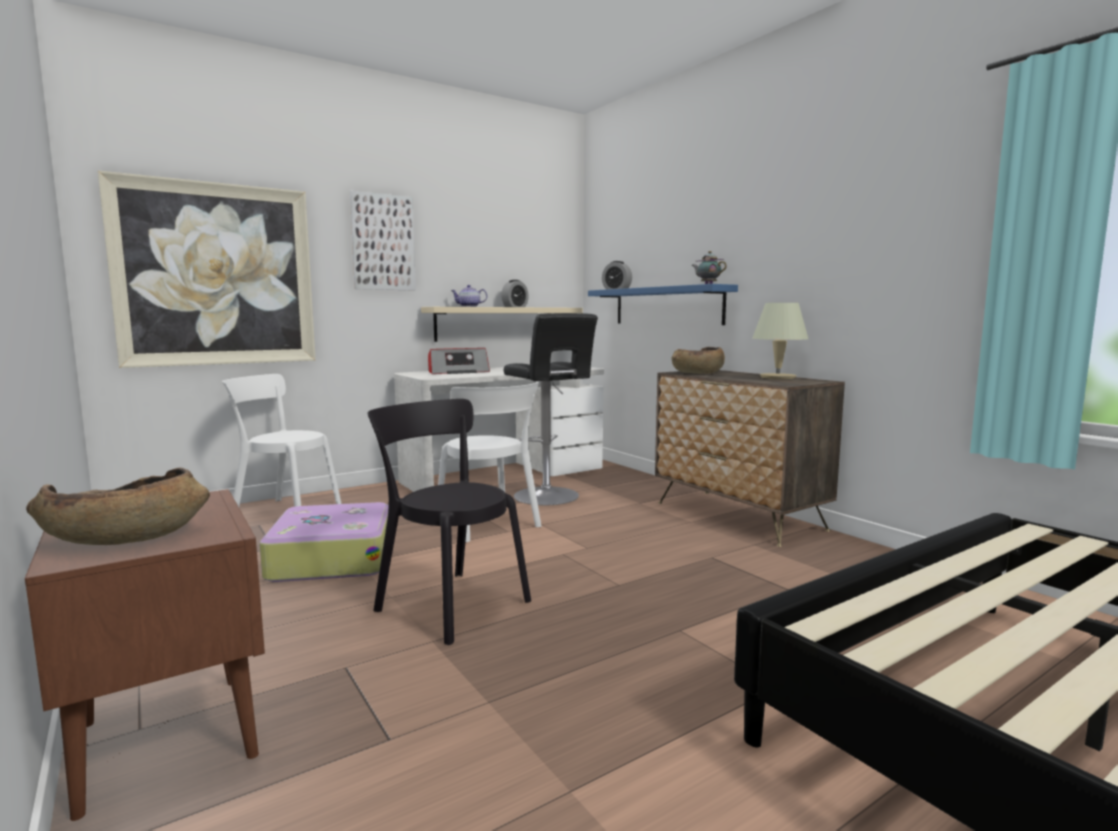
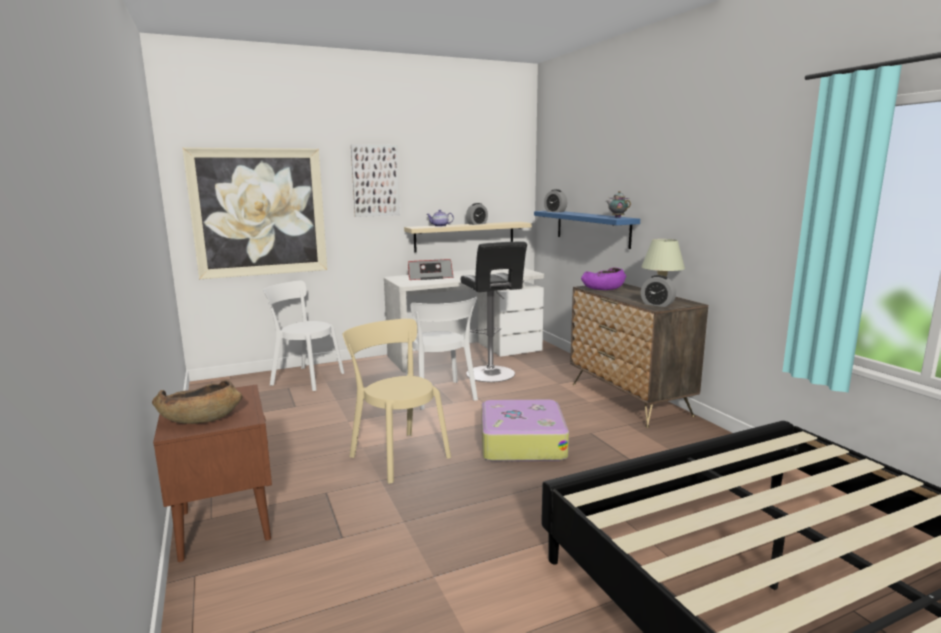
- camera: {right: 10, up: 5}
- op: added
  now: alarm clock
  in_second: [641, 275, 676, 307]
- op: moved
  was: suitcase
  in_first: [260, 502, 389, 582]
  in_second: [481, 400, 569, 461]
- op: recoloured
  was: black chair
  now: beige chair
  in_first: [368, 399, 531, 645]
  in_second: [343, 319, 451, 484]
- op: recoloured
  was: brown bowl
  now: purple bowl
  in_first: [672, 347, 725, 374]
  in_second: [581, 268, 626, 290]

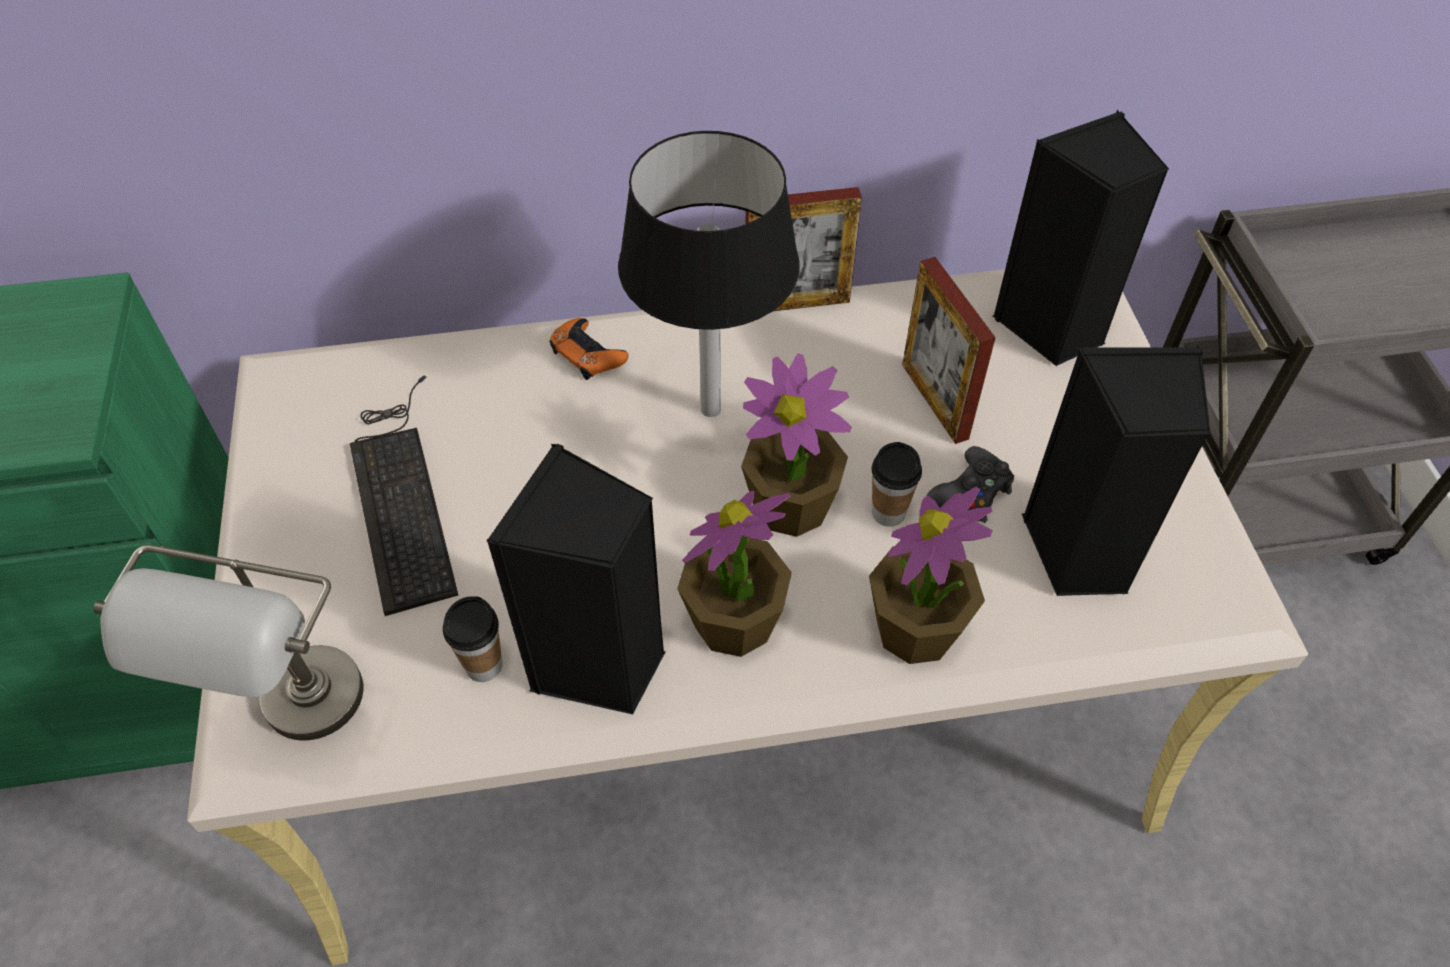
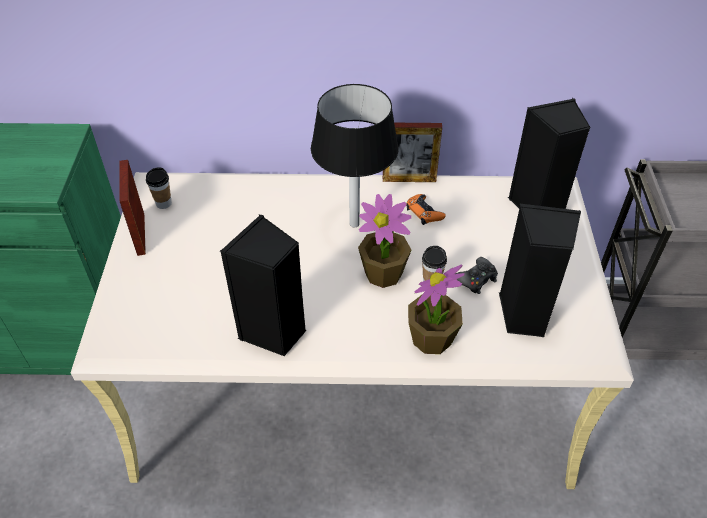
- camera: {right: 10, up: -5}
- op: removed
  was: grey table lamp
  in_first: [93, 544, 363, 741]
- op: removed
  was: keyboard
  in_first: [350, 375, 458, 616]
- op: removed
  was: potted plant
  in_first: [677, 490, 792, 657]
- op: moved
  was: cup
  in_first: [443, 596, 502, 682]
  in_second: [146, 167, 172, 209]
- op: moved
  was: orange game controller
  in_first: [549, 318, 628, 380]
  in_second: [406, 194, 446, 225]
- op: moved
  was: picture frame
  in_first: [902, 257, 996, 444]
  in_second: [120, 160, 146, 256]

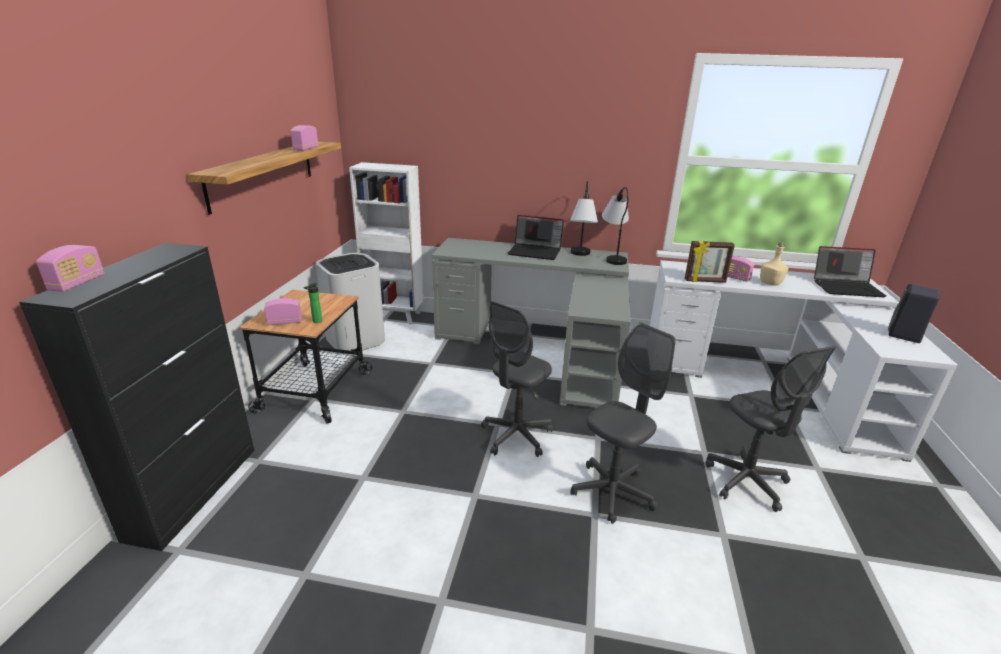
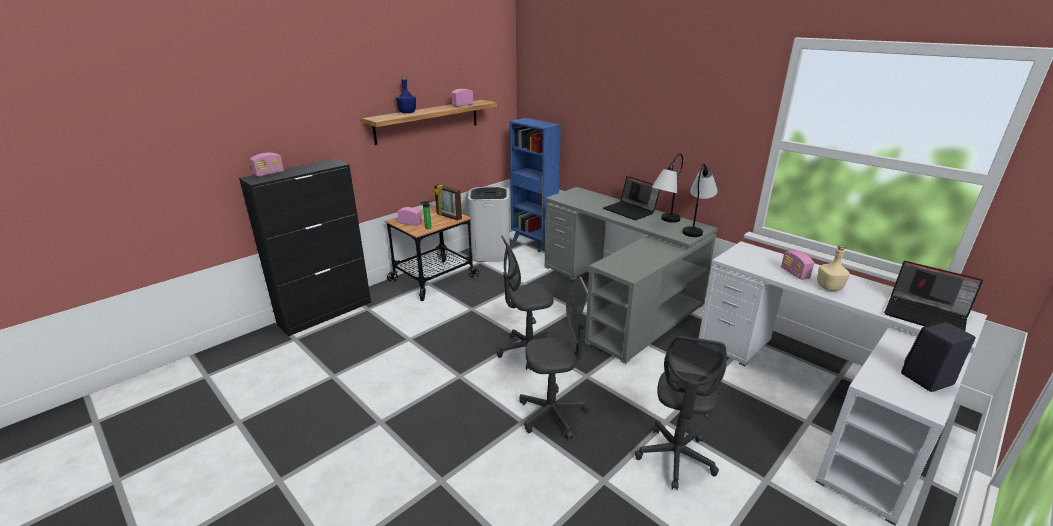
- camera: {right: 35, up: 0}
- op: added
  now: blue bottle
  in_second: [396, 77, 416, 113]
- op: moved
  was: picture frame
  in_first: [685, 241, 735, 283]
  in_second: [434, 184, 462, 220]
- op: recoloured
  was: white bookcase
  now: blue bookcase
  in_first: [349, 162, 424, 325]
  in_second: [509, 118, 561, 252]

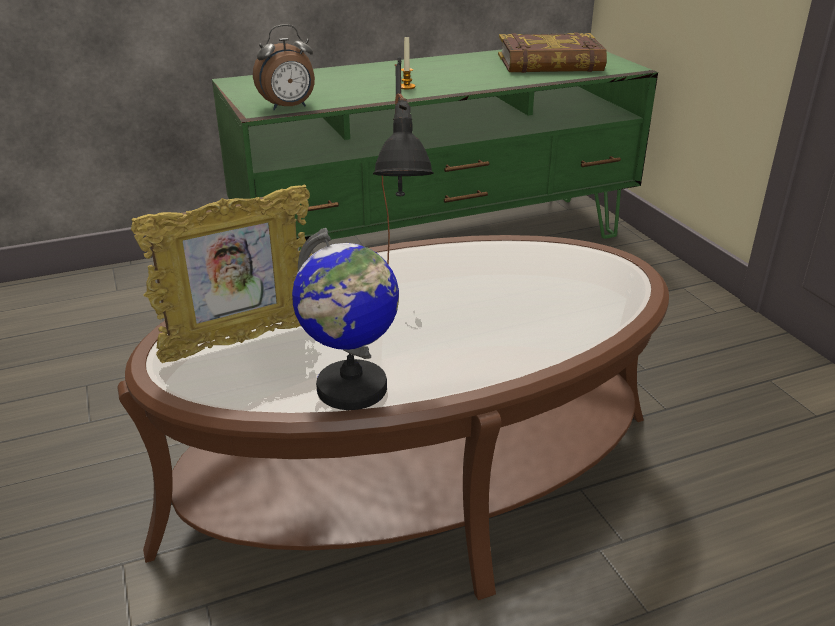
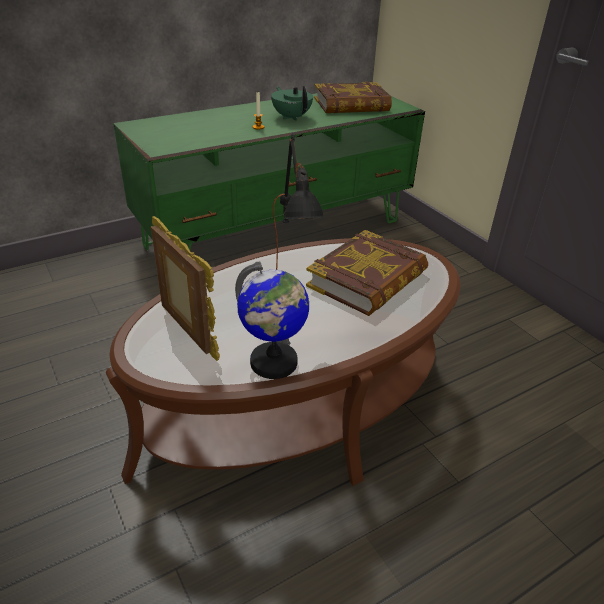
- camera: {right: -10, up: 5}
- op: removed
  was: alarm clock
  in_first: [253, 24, 315, 111]
- op: added
  now: green teapot
  in_second: [271, 86, 313, 121]
- op: added
  now: book
  in_second: [306, 230, 428, 316]
- op: turned
  was: picture frame
  in_first: [131, 185, 312, 363]
  in_second: [151, 216, 220, 361]
  clockwise: -90

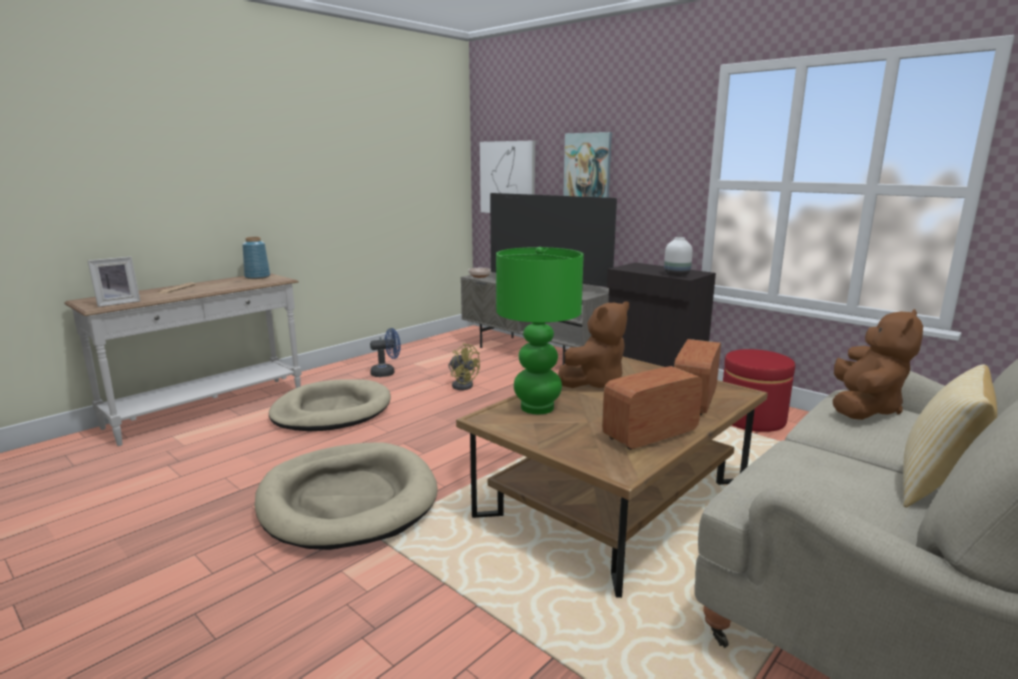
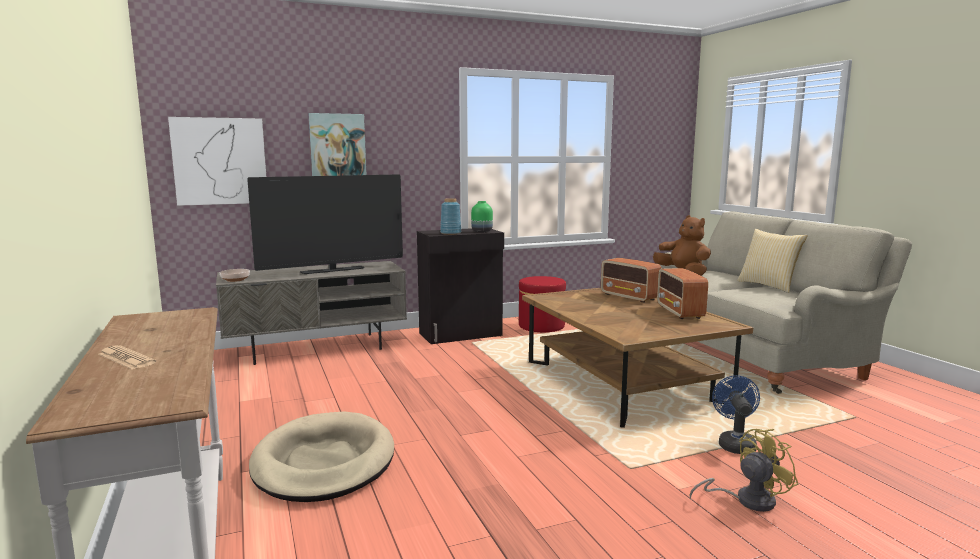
- camera: {right: -65, up: -5}
- op: removed
  was: picture frame
  in_first: [88, 257, 141, 307]
- op: removed
  was: beige dog bed
  in_first: [254, 442, 438, 550]
- op: removed
  was: green table lamp
  in_first: [496, 247, 584, 414]
- op: removed
  was: brown plush toy
  in_first: [558, 301, 629, 388]
- op: moved
  was: blue vase
  in_first: [242, 237, 270, 279]
  in_second: [440, 198, 461, 235]
- op: moved
  was: blue fan
  in_first: [370, 328, 401, 377]
  in_second: [712, 375, 760, 454]
- op: moved
  was: yellow fan
  in_first: [448, 343, 480, 390]
  in_second: [689, 429, 798, 512]
- op: recoloured
  was: white vase
  now: green vase
  in_first: [664, 237, 693, 276]
  in_second: [471, 201, 493, 232]

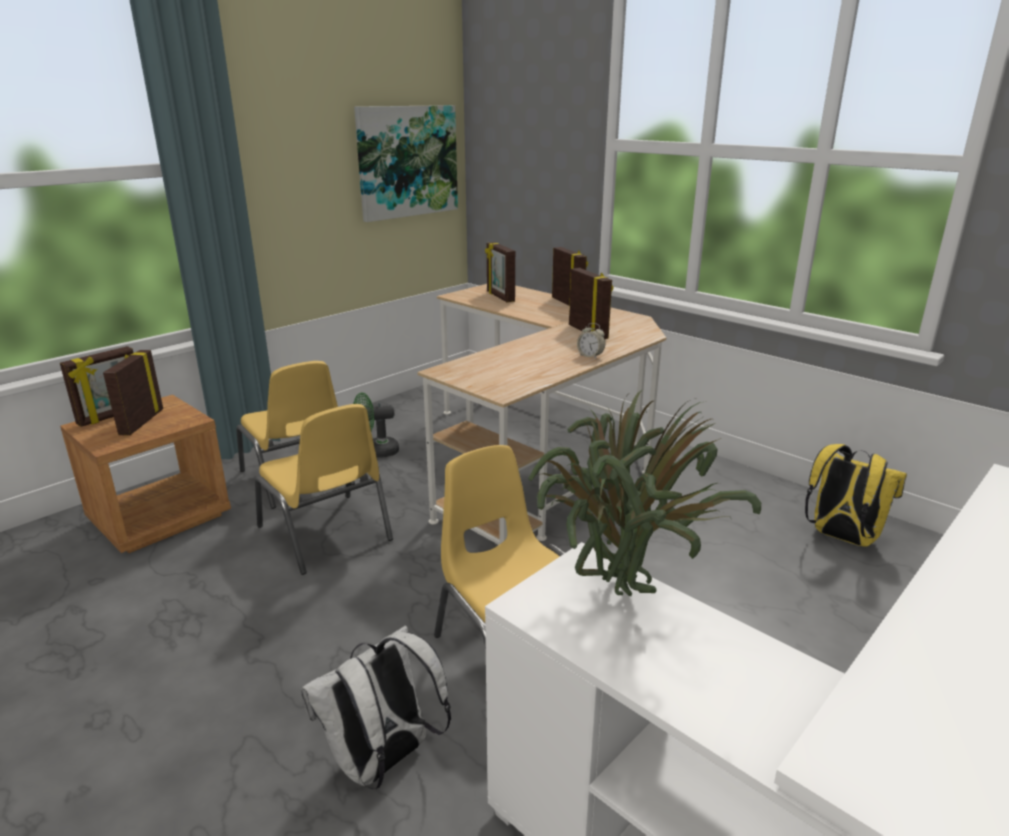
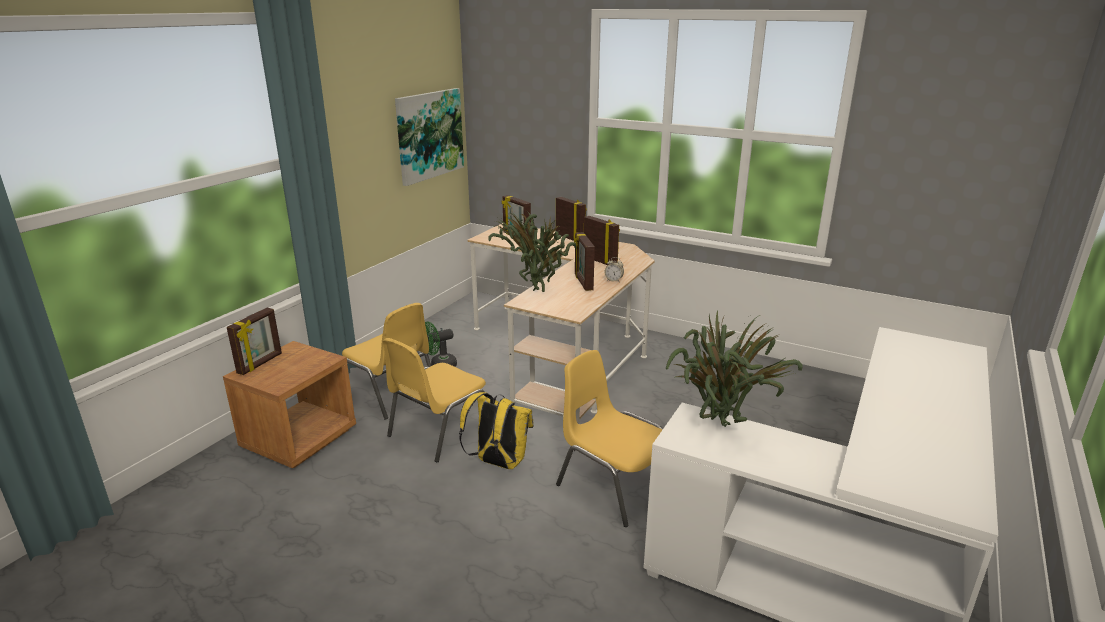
- camera: {right: -15, up: 0}
- op: removed
  was: white backpack
  in_first: [301, 626, 451, 789]
- op: added
  now: potted plant
  in_second: [489, 211, 577, 292]
- op: moved
  was: picture frame
  in_first: [103, 350, 163, 436]
  in_second: [574, 232, 595, 291]
- op: moved
  was: yellow backpack
  in_first: [805, 444, 907, 547]
  in_second: [459, 392, 534, 469]
- op: turned
  was: yellow chair
  in_first: [255, 404, 393, 575]
  in_second: [383, 338, 486, 462]
  clockwise: 90

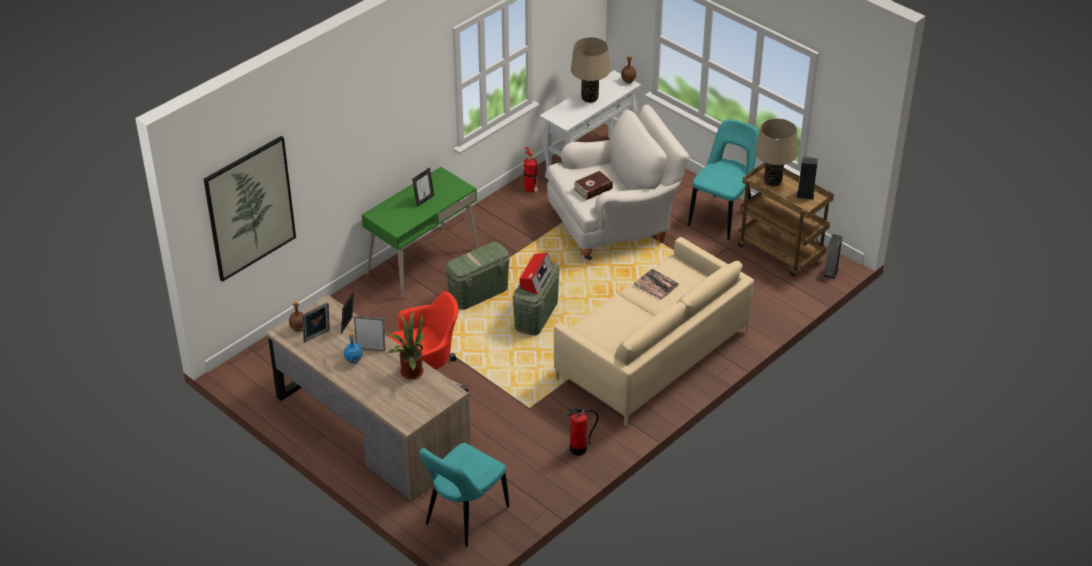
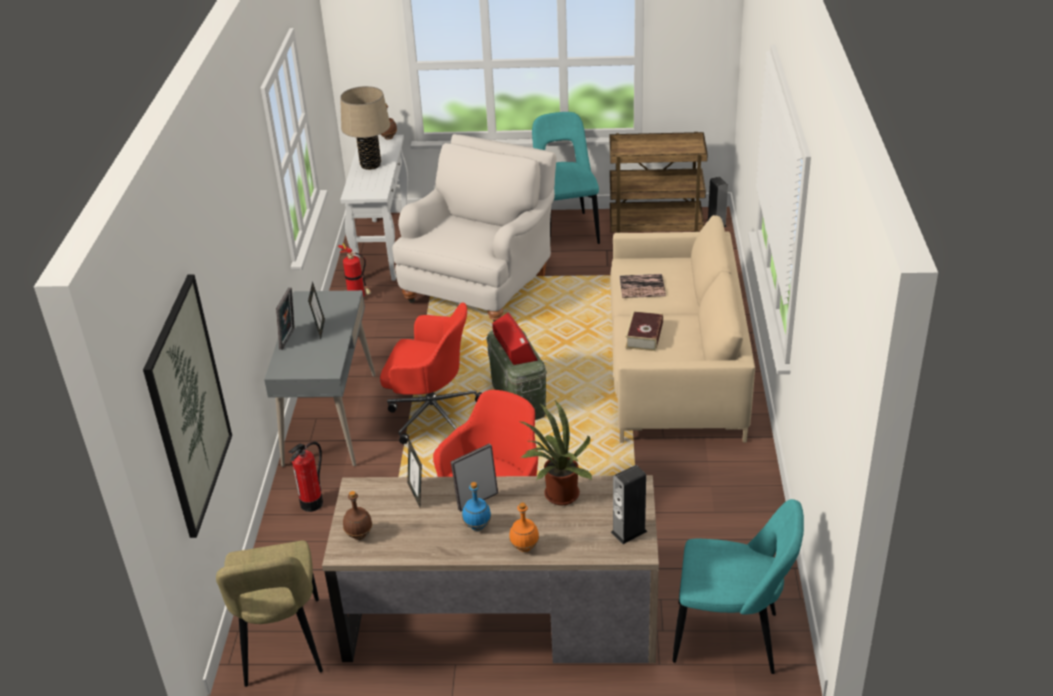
- camera: {right: -40, up: -5}
- op: removed
  was: beige table lamp
  in_first: [755, 118, 797, 187]
- op: added
  now: beige chair
  in_second: [216, 541, 323, 687]
- op: added
  now: orange bottle
  in_second: [509, 503, 539, 552]
- op: moved
  was: picture frame
  in_first: [302, 302, 330, 342]
  in_second: [276, 287, 295, 350]
- op: moved
  was: fire extinguisher
  in_first: [567, 407, 599, 456]
  in_second: [288, 442, 323, 512]
- op: moved
  was: book
  in_first: [574, 170, 613, 200]
  in_second: [625, 311, 663, 351]
- op: moved
  was: speaker
  in_first: [797, 157, 818, 200]
  in_second: [611, 465, 647, 544]
- op: replaced
  was: green storage box
  now: red office chair
  in_first: [445, 242, 510, 310]
  in_second: [380, 303, 482, 444]
- op: recoloured
  was: green desk
  now: grey desk
  in_first: [362, 167, 478, 299]
  in_second: [264, 290, 376, 467]
- op: turned
  was: turquoise chair
  in_first: [419, 443, 509, 547]
  in_second: [672, 499, 804, 674]
  clockwise: -75

